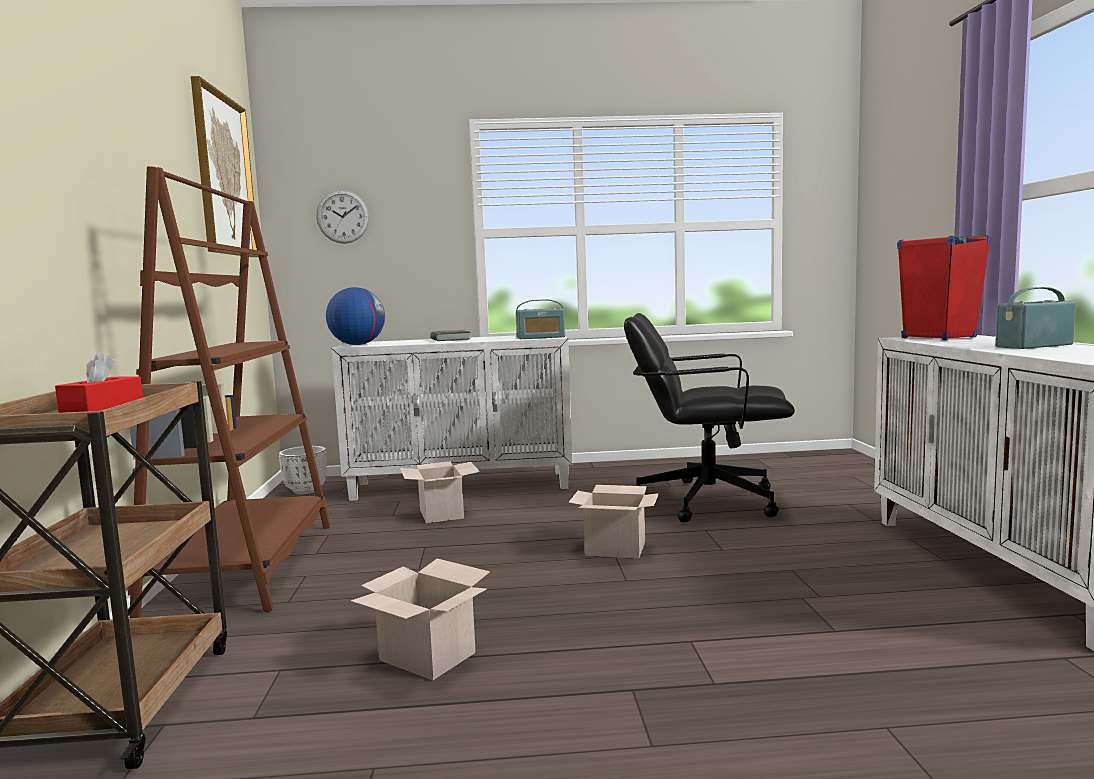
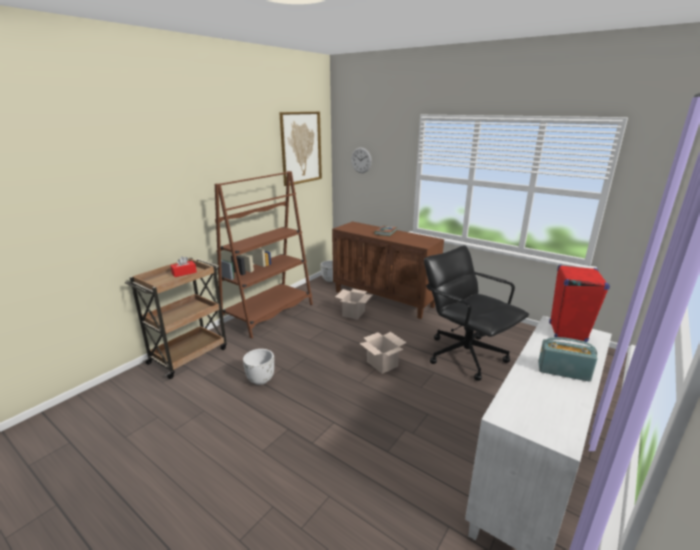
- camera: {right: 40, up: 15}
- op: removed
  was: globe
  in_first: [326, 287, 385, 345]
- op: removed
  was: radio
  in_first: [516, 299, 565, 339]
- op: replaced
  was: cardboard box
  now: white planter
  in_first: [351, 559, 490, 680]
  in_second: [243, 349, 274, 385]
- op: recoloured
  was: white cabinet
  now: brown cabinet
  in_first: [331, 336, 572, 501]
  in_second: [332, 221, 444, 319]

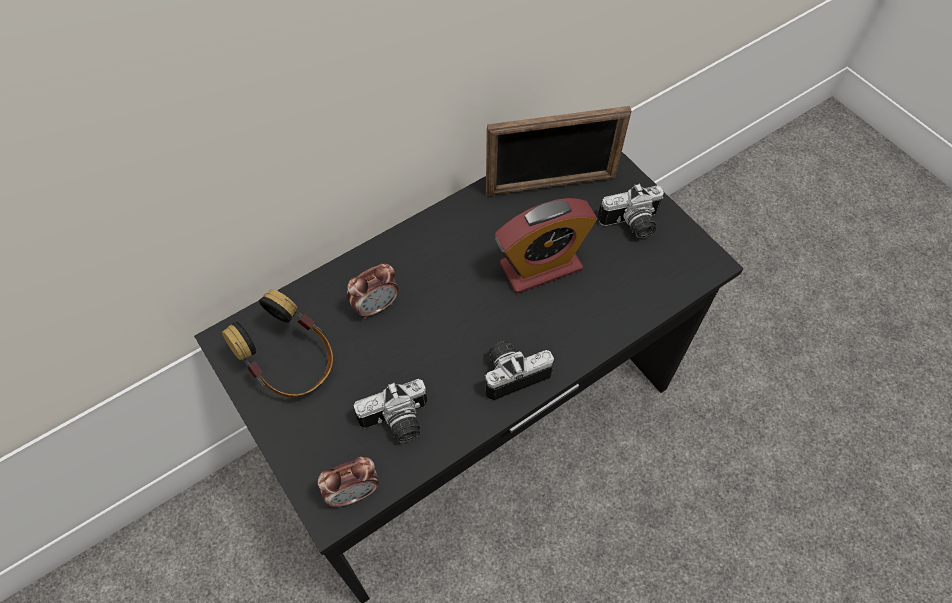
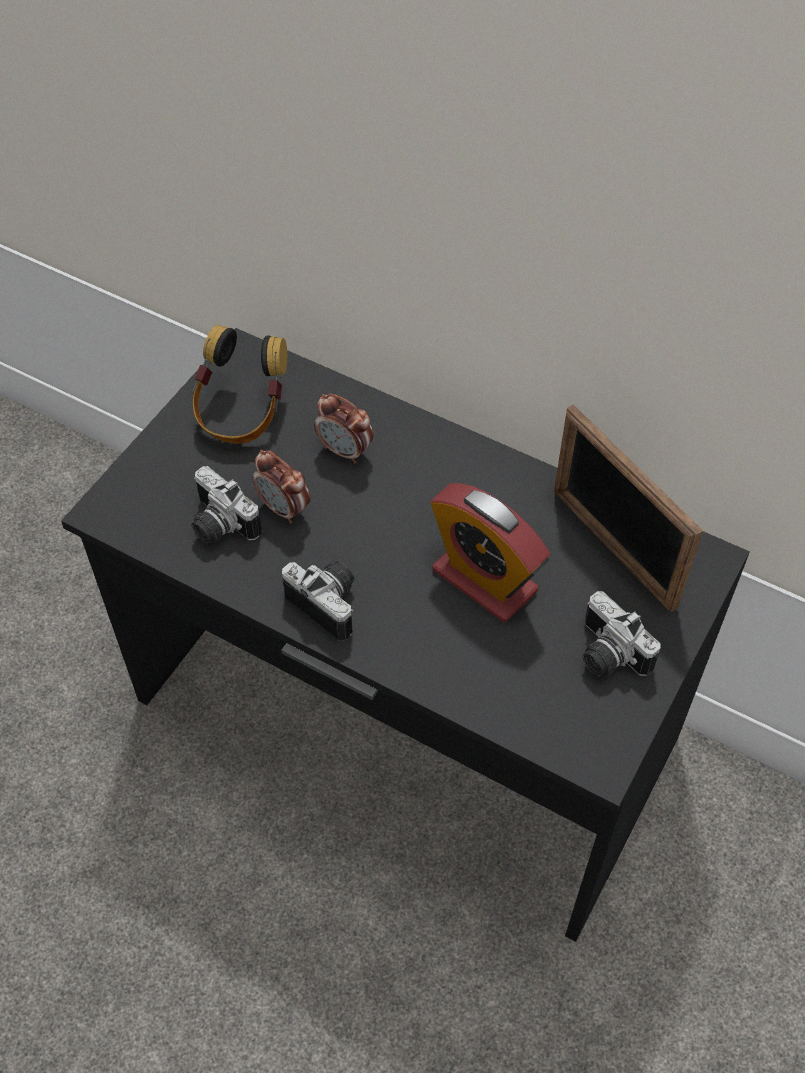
- camera: {right: 65, up: -5}
- op: moved
  was: alarm clock
  in_first: [318, 456, 379, 507]
  in_second: [253, 450, 310, 523]

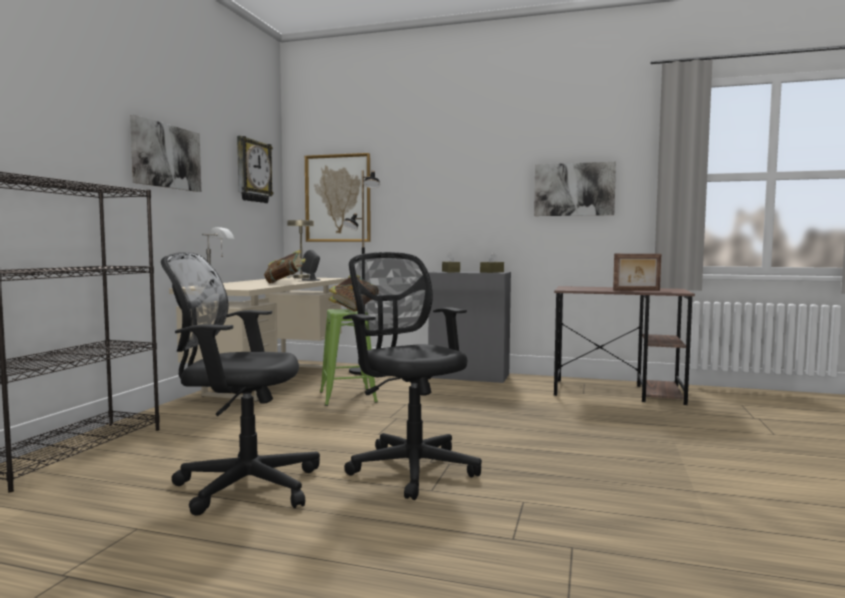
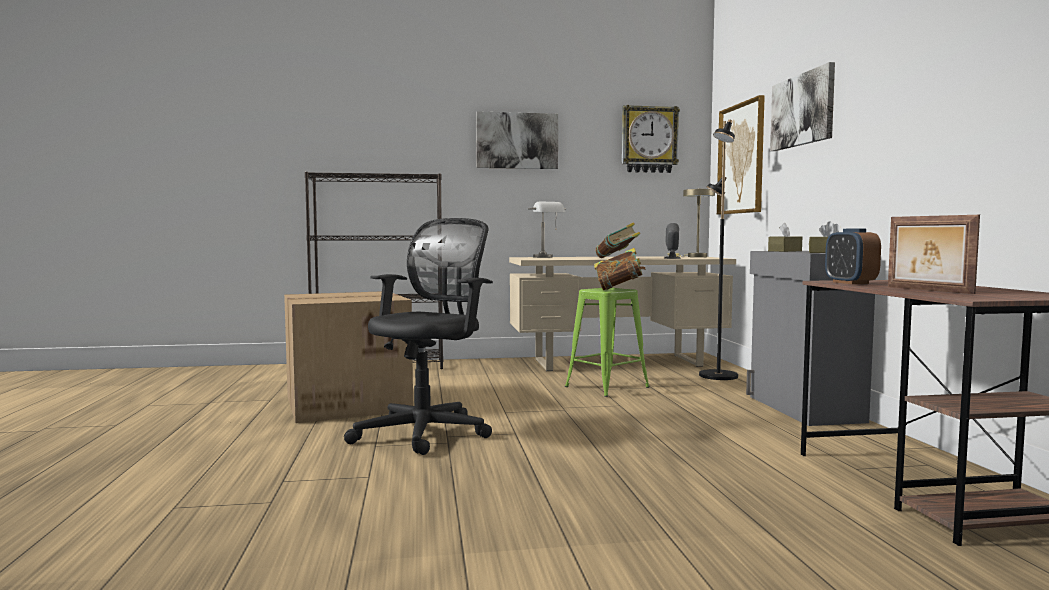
- camera: {right: 65, up: 0}
- op: added
  now: alarm clock
  in_second: [825, 228, 881, 284]
- op: moved
  was: picture
  in_first: [534, 162, 616, 216]
  in_second: [770, 62, 835, 151]
- op: replaced
  was: black office chair
  now: cardboard box
  in_first: [161, 252, 320, 515]
  in_second: [284, 291, 413, 423]

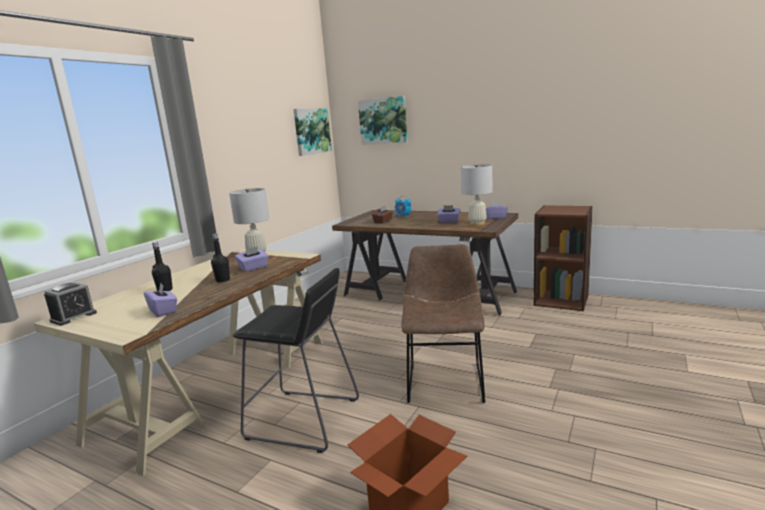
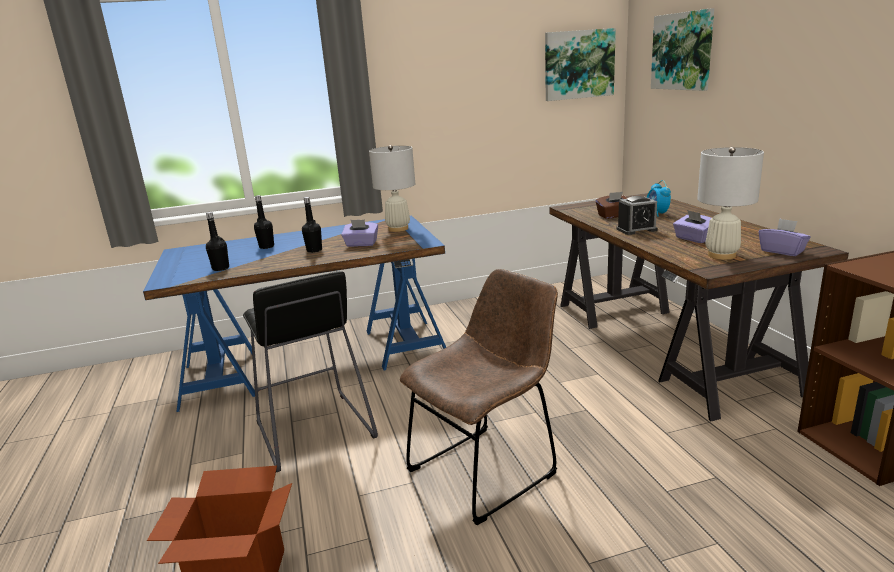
- camera: {right: 45, up: 5}
- op: moved
  was: alarm clock
  in_first: [44, 283, 97, 326]
  in_second: [617, 196, 658, 235]
- op: replaced
  was: purple tissue box
  now: black bottle
  in_first: [144, 282, 177, 317]
  in_second: [206, 212, 229, 271]
- op: recoloured
  was: beige desk
  now: blue desk
  in_first: [34, 248, 323, 476]
  in_second: [143, 216, 446, 412]

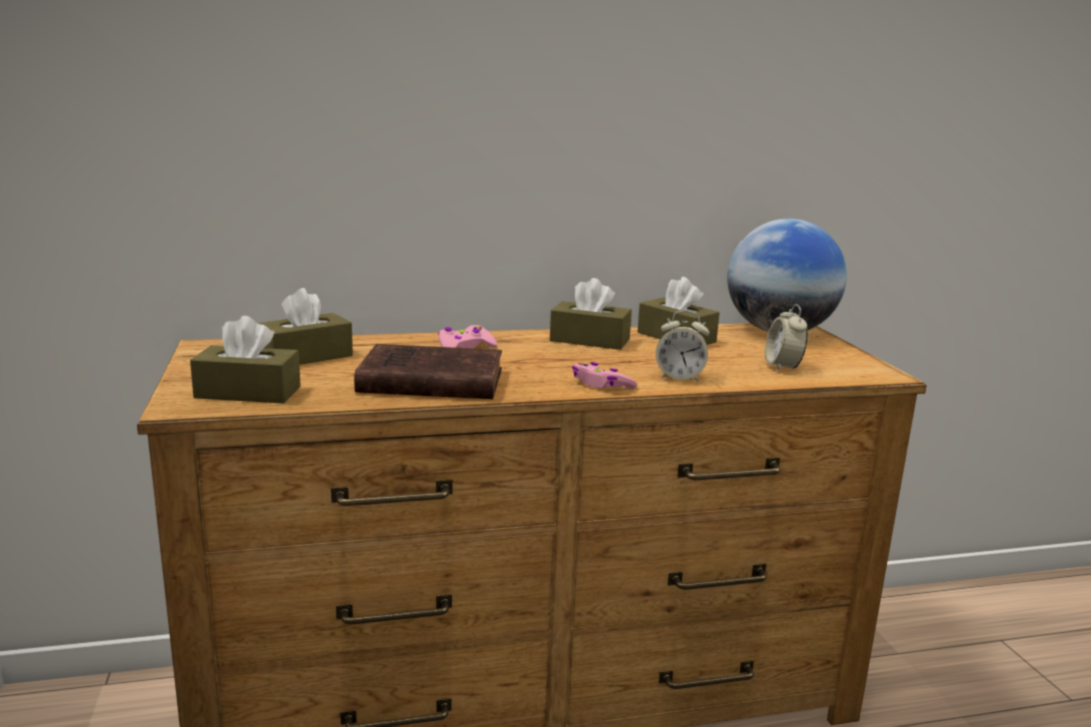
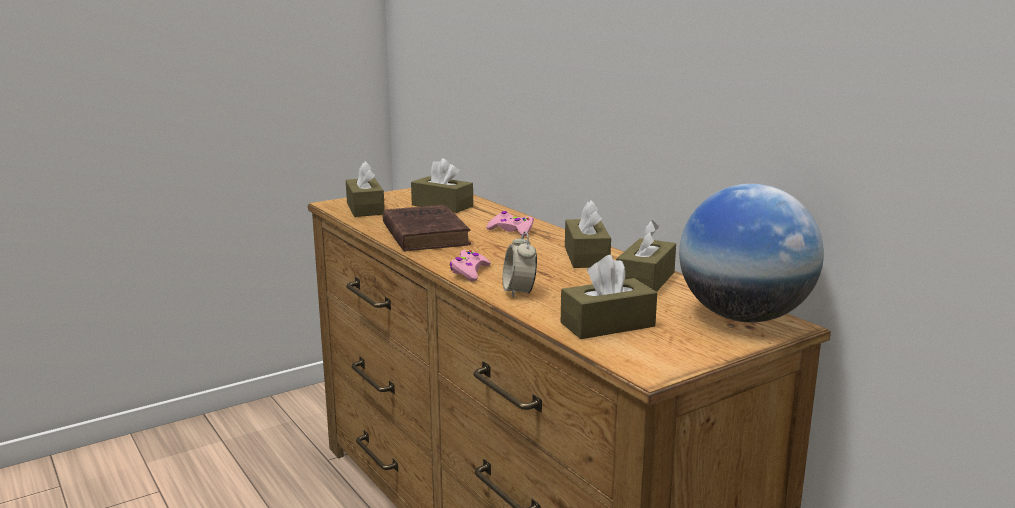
- camera: {right: 70, up: 0}
- op: replaced
  was: alarm clock
  now: brown tissue box
  in_first: [765, 304, 808, 372]
  in_second: [561, 255, 657, 339]

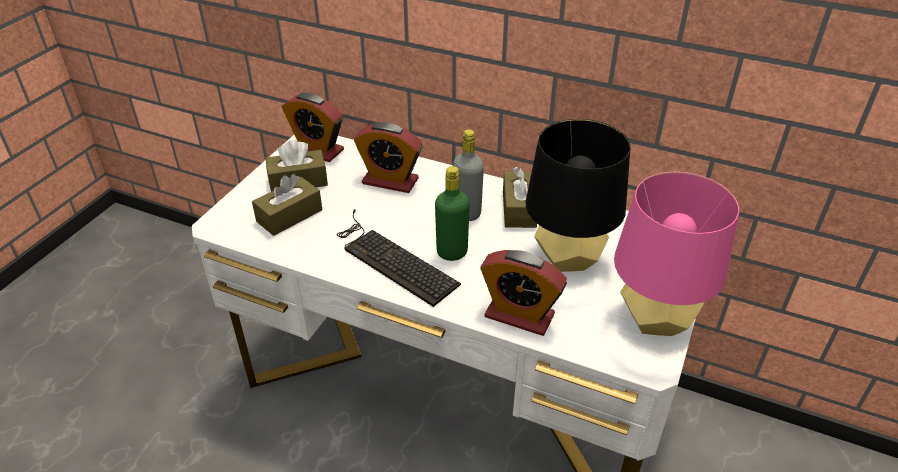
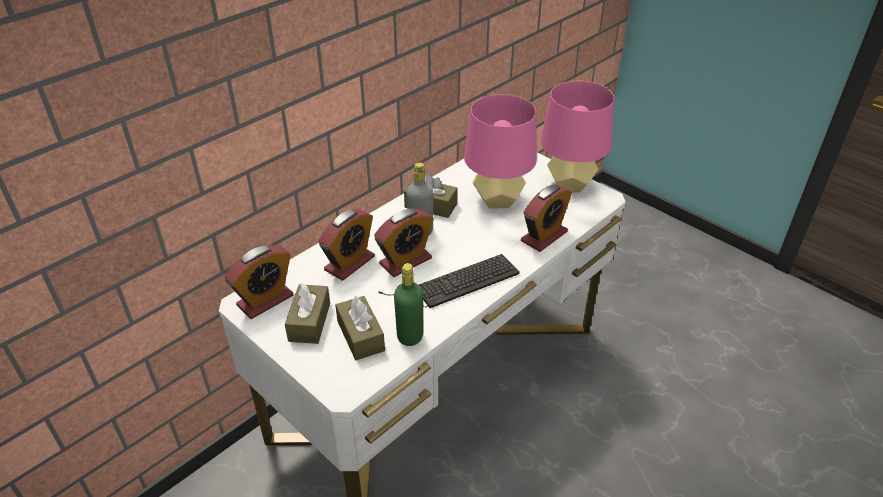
- camera: {right: -70, up: 0}
- op: added
  now: alarm clock
  in_second: [374, 208, 434, 277]
- op: moved
  was: green bottle
  in_first: [435, 166, 470, 261]
  in_second: [394, 263, 423, 346]
- op: recoloured
  was: black table lamp
  now: pink table lamp
  in_first: [526, 119, 631, 272]
  in_second: [464, 94, 537, 208]

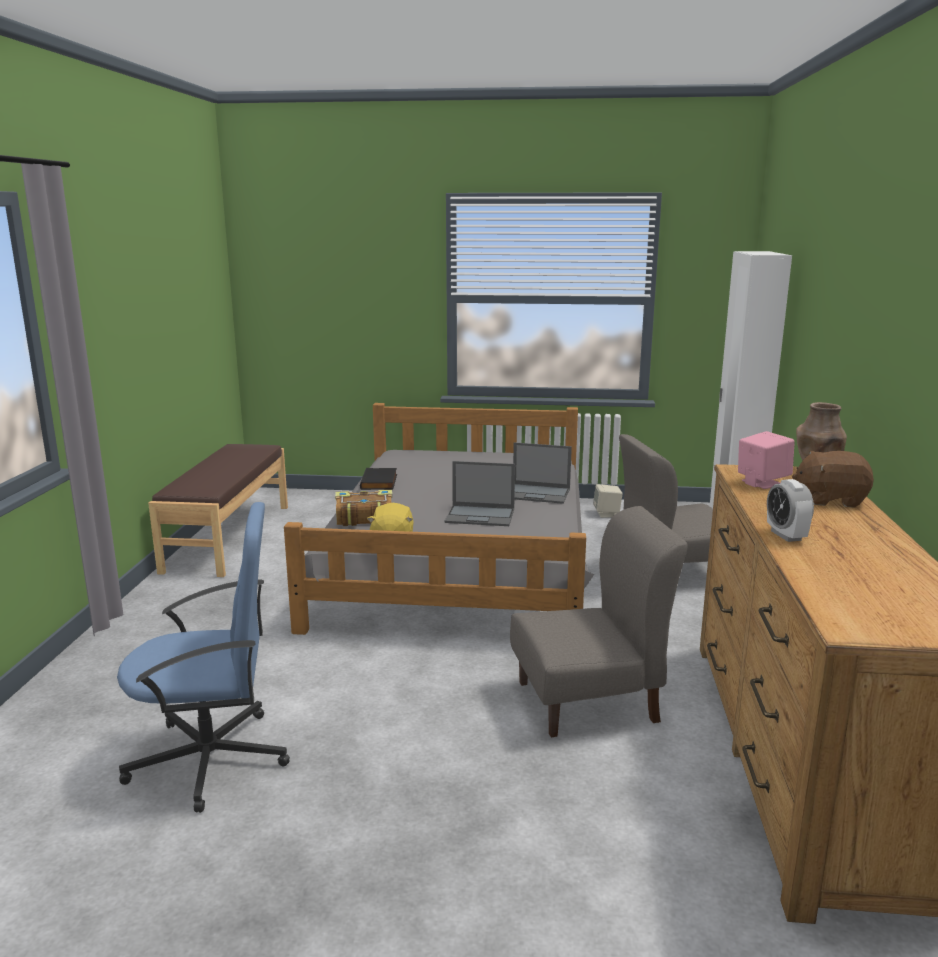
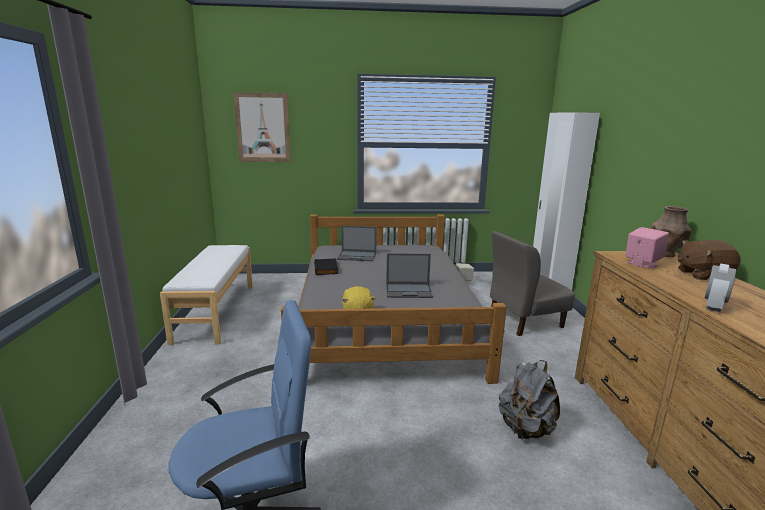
- camera: {right: -10, up: 0}
- op: removed
  was: book
  in_first: [335, 490, 392, 526]
- op: added
  now: picture
  in_second: [234, 92, 291, 162]
- op: moved
  was: laptop
  in_first: [513, 442, 572, 504]
  in_second: [337, 226, 377, 261]
- op: replaced
  was: grey chair
  now: grey backpack
  in_first: [510, 506, 688, 737]
  in_second: [499, 360, 560, 440]
- op: recoloured
  was: brown bench
  now: white bench
  in_first: [148, 444, 288, 577]
  in_second: [160, 245, 253, 345]
- op: turned
  was: alarm clock
  in_first: [767, 479, 814, 542]
  in_second: [705, 264, 736, 312]
  clockwise: 60

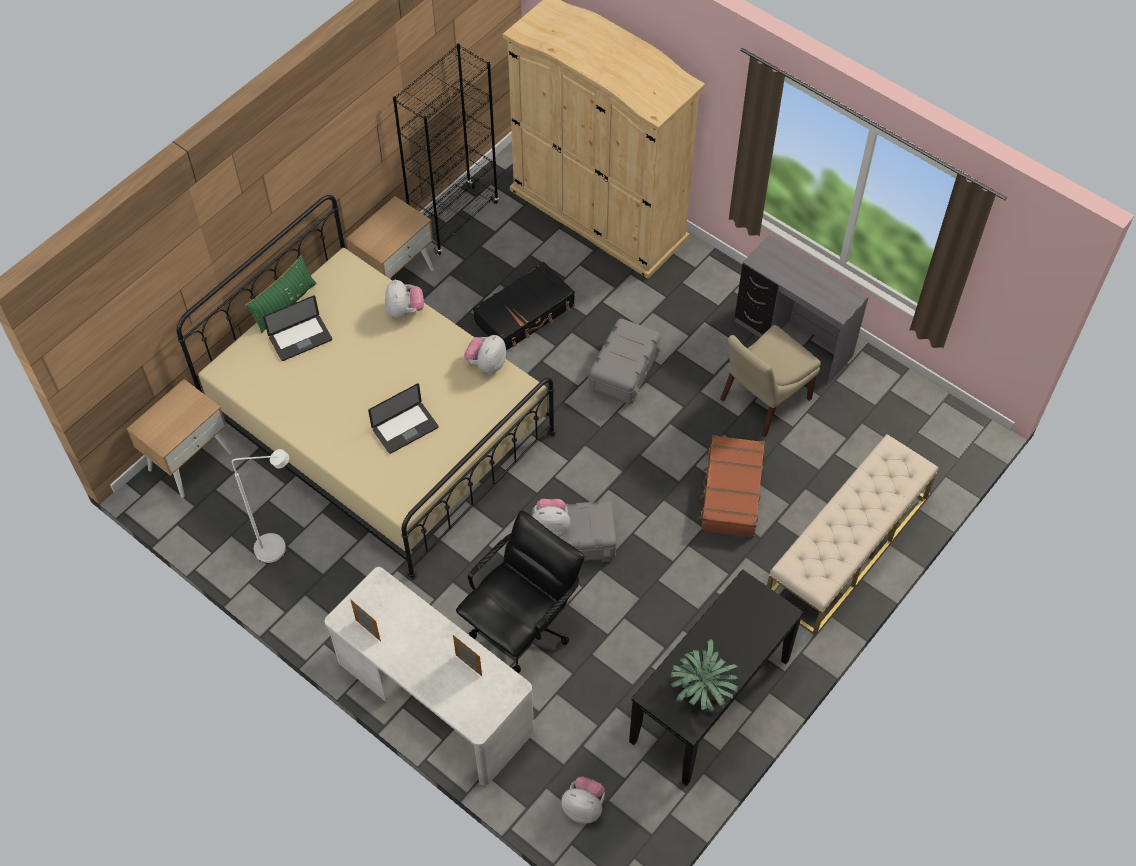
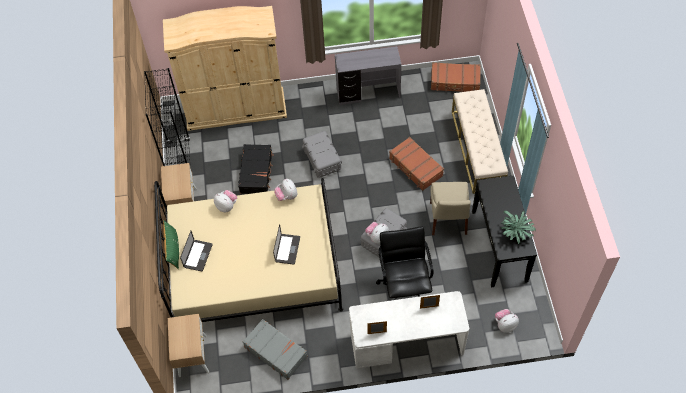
- camera: {right: -45, up: 0}
- op: added
  now: brown suitcase
  in_second: [431, 62, 481, 92]
- op: moved
  was: beige chair
  in_first: [720, 325, 821, 438]
  in_second: [430, 182, 471, 235]
- op: replaced
  was: white floor lamp
  now: grey suitcase
  in_first: [232, 449, 289, 563]
  in_second: [243, 319, 308, 380]

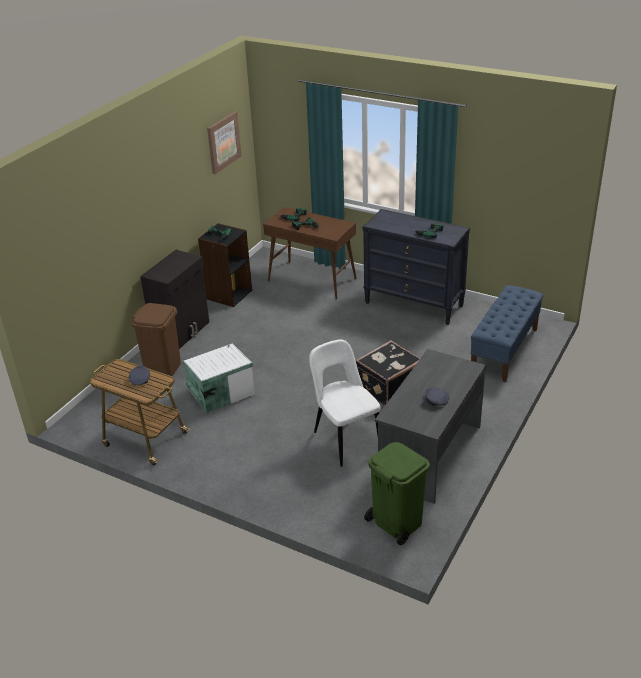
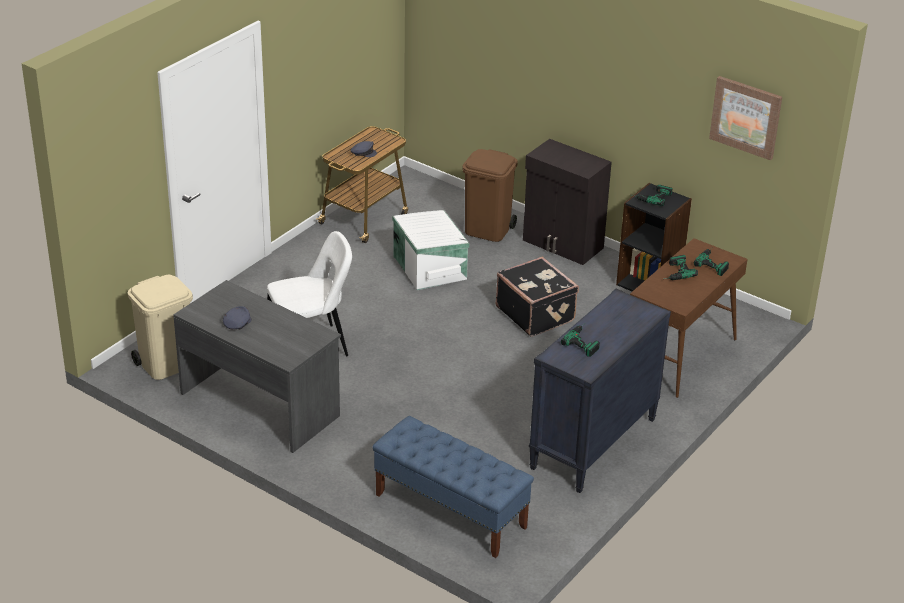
- camera: {right: 95, up: 0}
- op: moved
  was: black suitcase
  in_first: [355, 340, 420, 406]
  in_second: [496, 257, 579, 337]
- op: recoloured
  was: green trash can
  now: beige trash can
  in_first: [364, 442, 430, 545]
  in_second: [128, 275, 193, 380]

